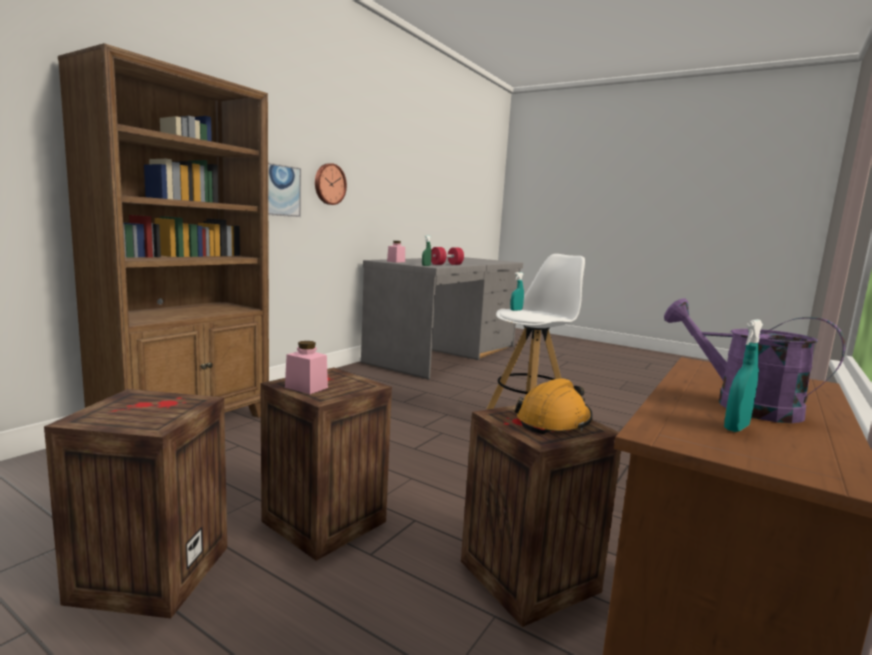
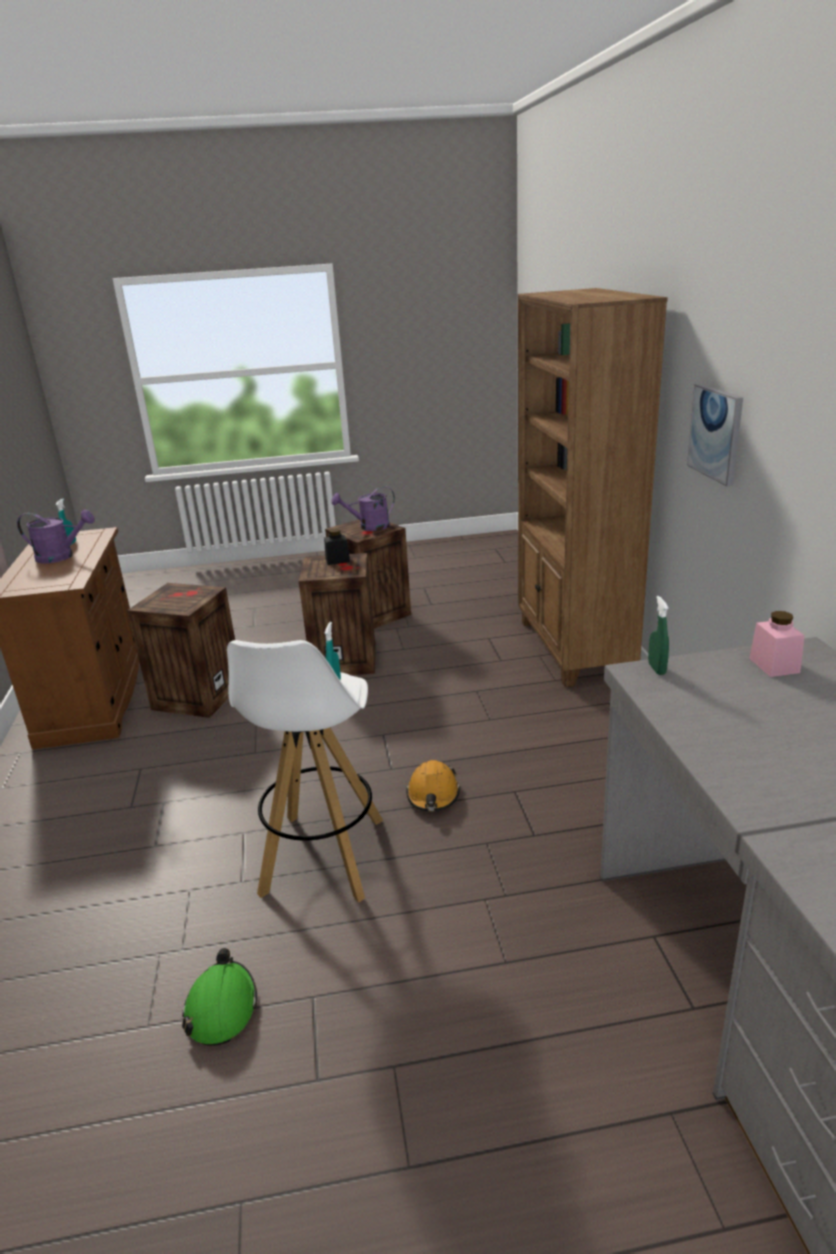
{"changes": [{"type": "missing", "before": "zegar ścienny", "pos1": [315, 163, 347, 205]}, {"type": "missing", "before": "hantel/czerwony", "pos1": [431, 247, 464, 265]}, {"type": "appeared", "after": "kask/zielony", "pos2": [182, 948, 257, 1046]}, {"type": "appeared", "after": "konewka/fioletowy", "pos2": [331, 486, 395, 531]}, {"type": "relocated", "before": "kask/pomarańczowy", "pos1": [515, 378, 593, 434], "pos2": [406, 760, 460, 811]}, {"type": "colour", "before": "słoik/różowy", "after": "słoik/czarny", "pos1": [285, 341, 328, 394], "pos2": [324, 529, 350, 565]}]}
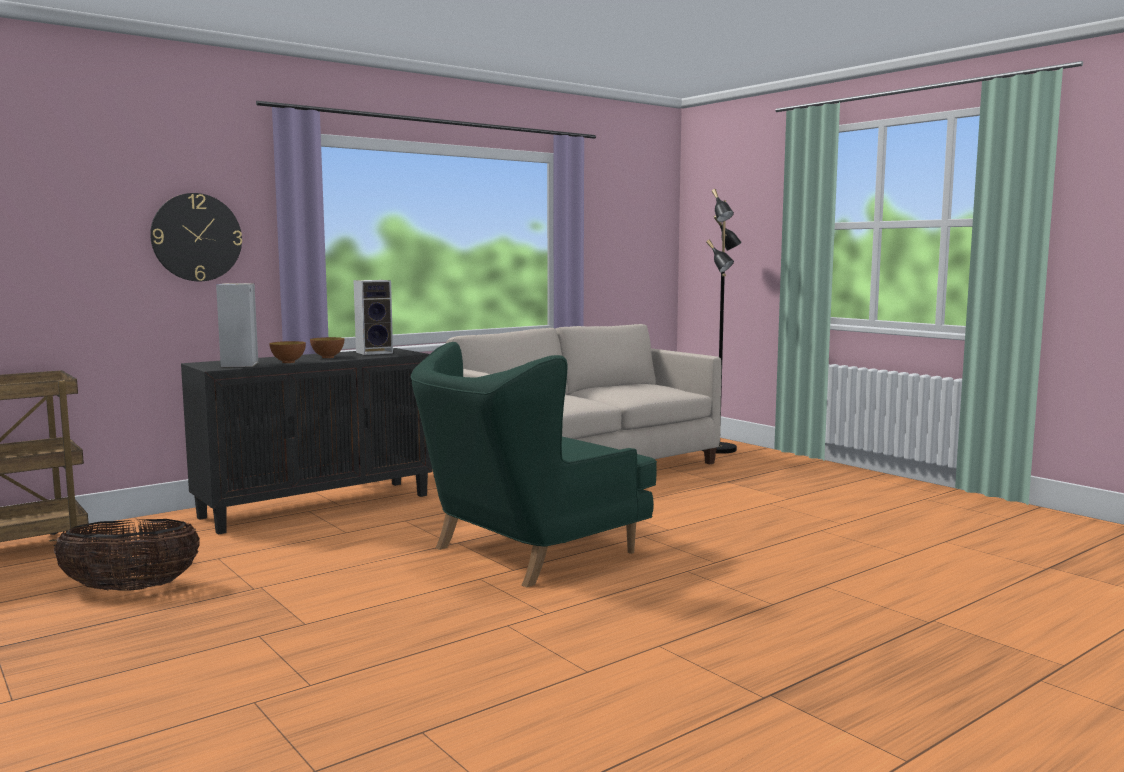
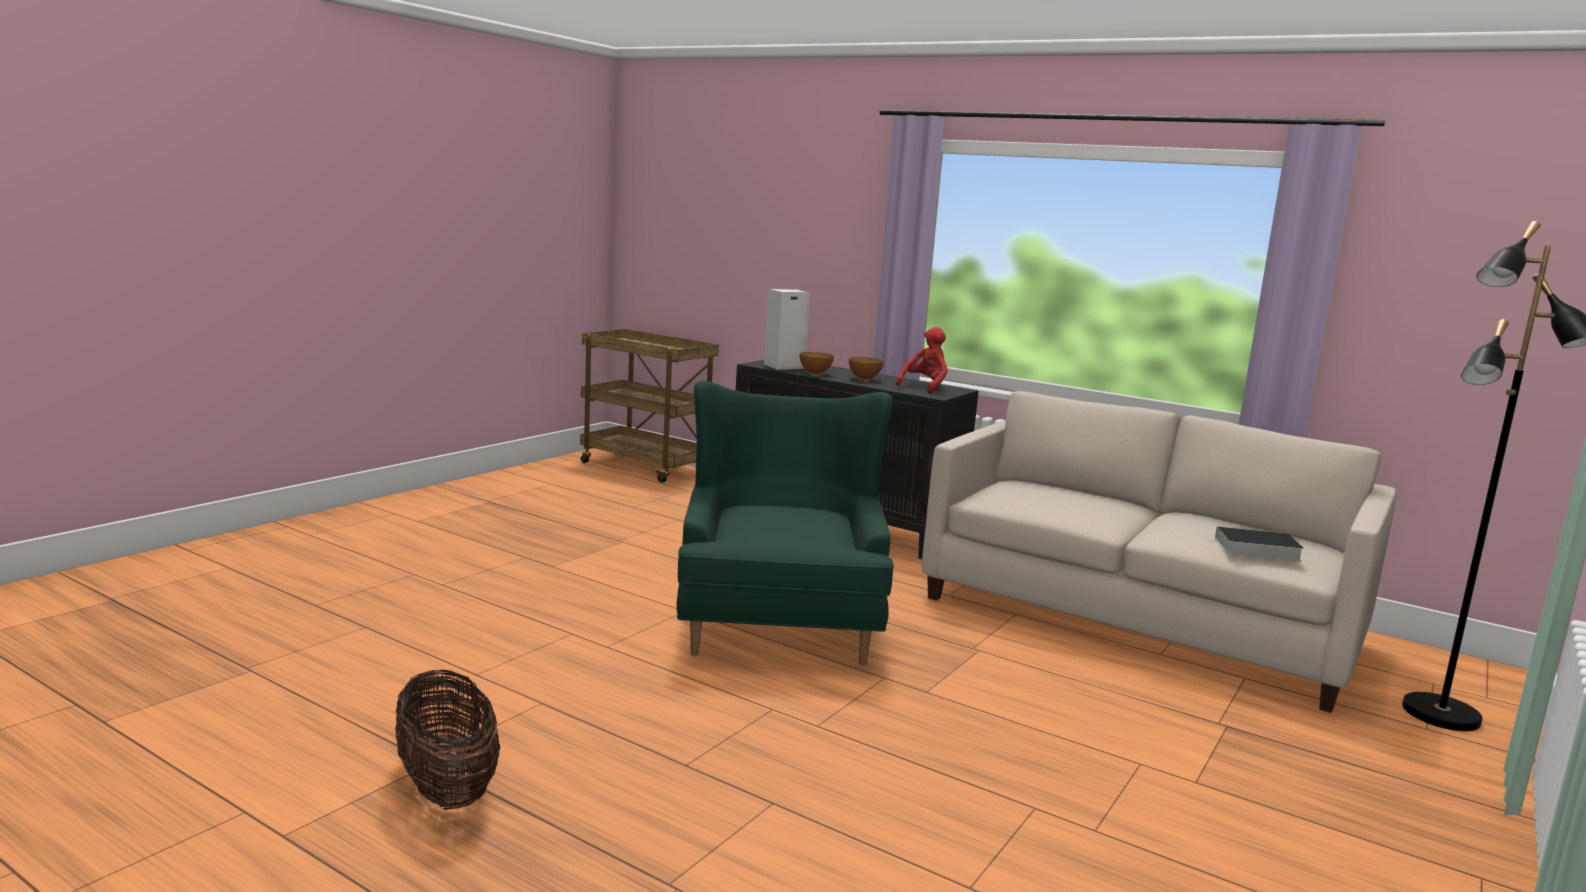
{"changes": [{"type": "missing", "before": "zegar ścienny", "pos1": [150, 193, 242, 281]}, {"type": "appeared", "after": "książka", "pos2": [1202, 526, 1304, 561]}, {"type": "relocated", "before": "koszyk", "pos1": [54, 519, 200, 591], "pos2": [395, 670, 501, 810]}, {"type": "exchanged", "before": "głośnik", "after": "pluszak/czerwony", "pos1": [354, 280, 393, 355], "pos2": [896, 327, 948, 393]}, {"type": "spun", "before": "fotel/zielony", "pos1": [411, 342, 657, 588], "pos2": [677, 381, 894, 665], "turn": 60}]}
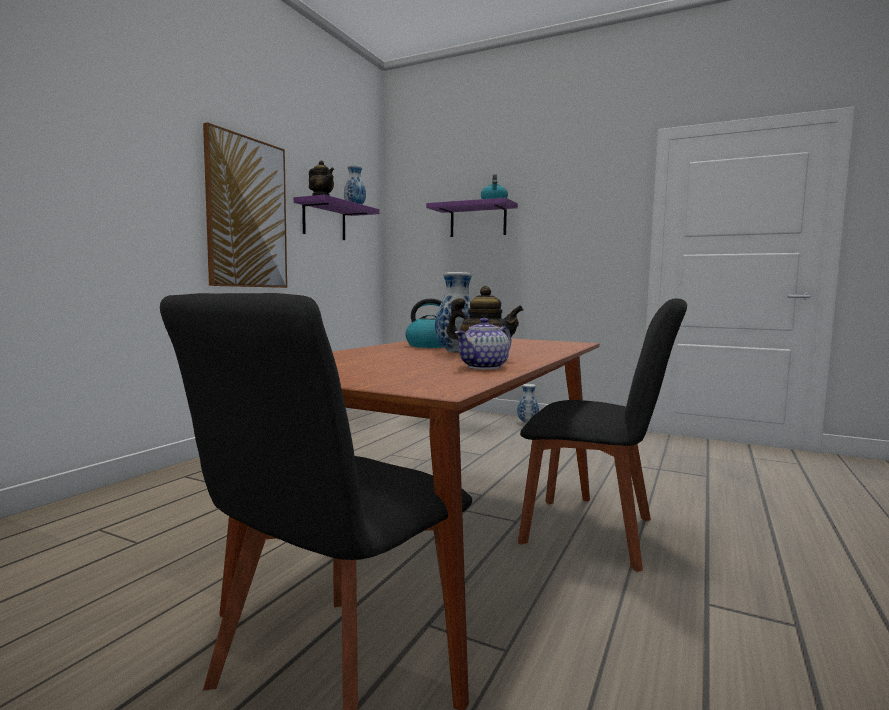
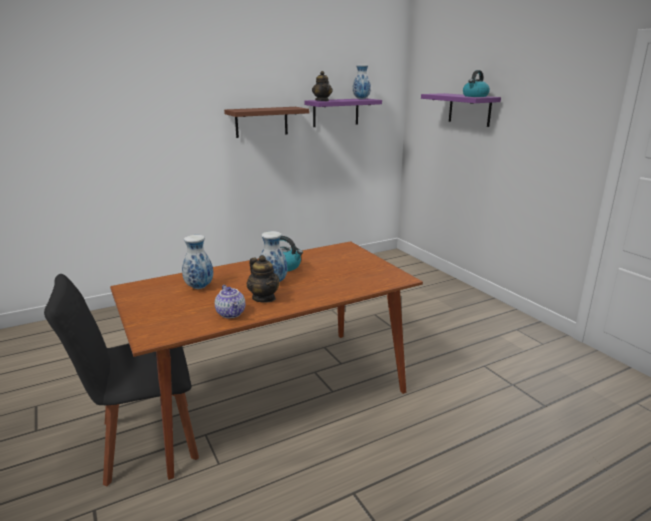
{"changes": [{"type": "missing", "before": "krzesło/czarny", "pos1": [518, 298, 687, 572]}, {"type": "relocated", "before": "wazon", "pos1": [517, 384, 539, 423], "pos2": [182, 235, 213, 289]}, {"type": "exchanged", "before": "obraz", "after": "półka/brązowy", "pos1": [203, 122, 287, 288], "pos2": [224, 107, 309, 138]}, {"type": "spun", "before": "imbryk", "pos1": [455, 318, 511, 369], "pos2": [215, 285, 245, 318], "turn": -105}]}
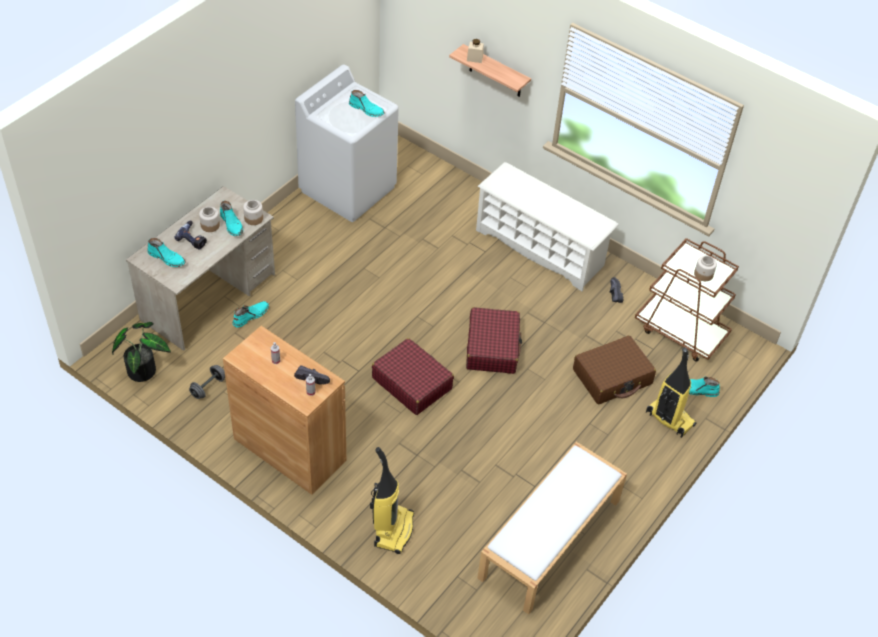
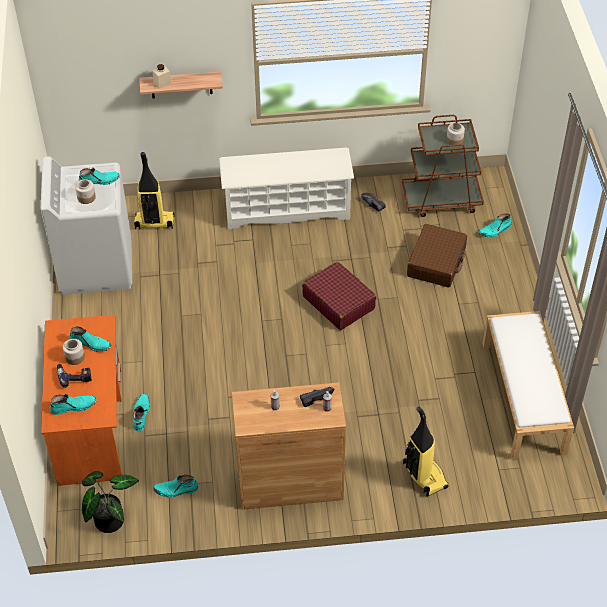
{"changes": [{"type": "missing", "before": "walizka/czerwony", "pos1": [372, 338, 454, 415]}, {"type": "relocated", "before": "słoik", "pos1": [243, 200, 263, 225], "pos2": [75, 179, 96, 204]}, {"type": "relocated", "before": "odkurzacz", "pos1": [646, 347, 697, 438], "pos2": [134, 152, 175, 229]}, {"type": "exchanged", "before": "hantel/szary", "after": "but z cholewką/turkusowy", "pos1": [189, 365, 225, 399], "pos2": [153, 475, 198, 498]}, {"type": "colour", "before": "biurko/beżowy", "after": "biurko/pomarańczowy", "pos1": [126, 186, 275, 351], "pos2": [41, 315, 122, 486]}]}
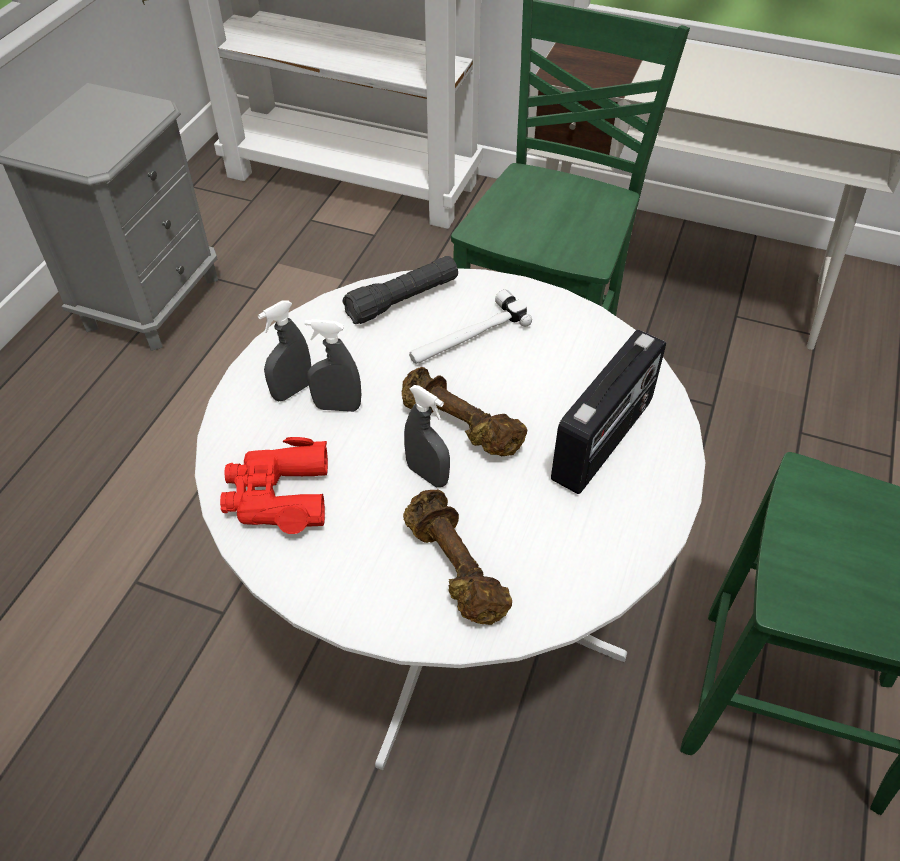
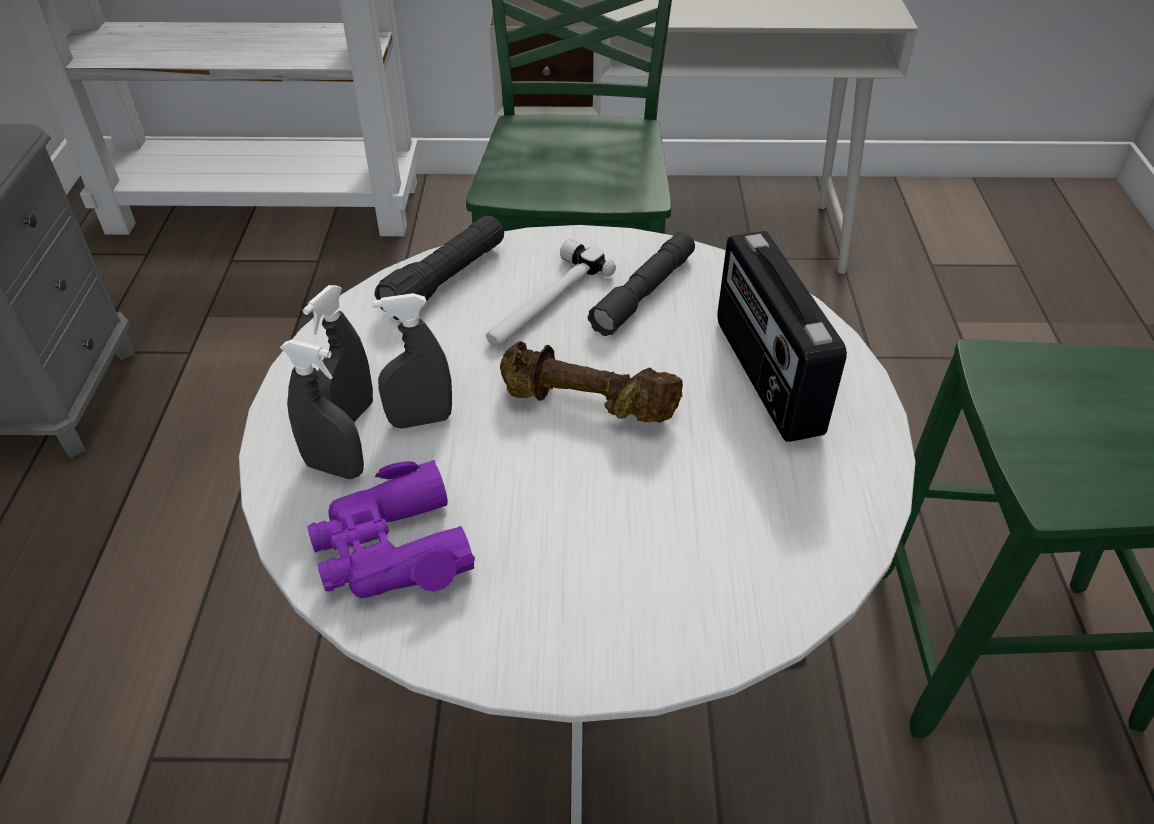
{"changes": [{"type": "missing", "before": "hantel/brązowy", "pos1": [403, 489, 512, 625]}, {"type": "appeared", "after": "latarka/szary", "pos2": [588, 232, 695, 336]}, {"type": "relocated", "before": "spryskiwacz/szary", "pos1": [404, 385, 450, 487], "pos2": [280, 339, 364, 479]}, {"type": "colour", "before": "lornetka/czerwony", "after": "lornetka/fioletowy", "pos1": [220, 437, 328, 534], "pos2": [308, 460, 475, 598]}, {"type": "spun", "before": "radio", "pos1": [551, 329, 666, 494], "pos2": [717, 231, 847, 442], "turn": 150}]}
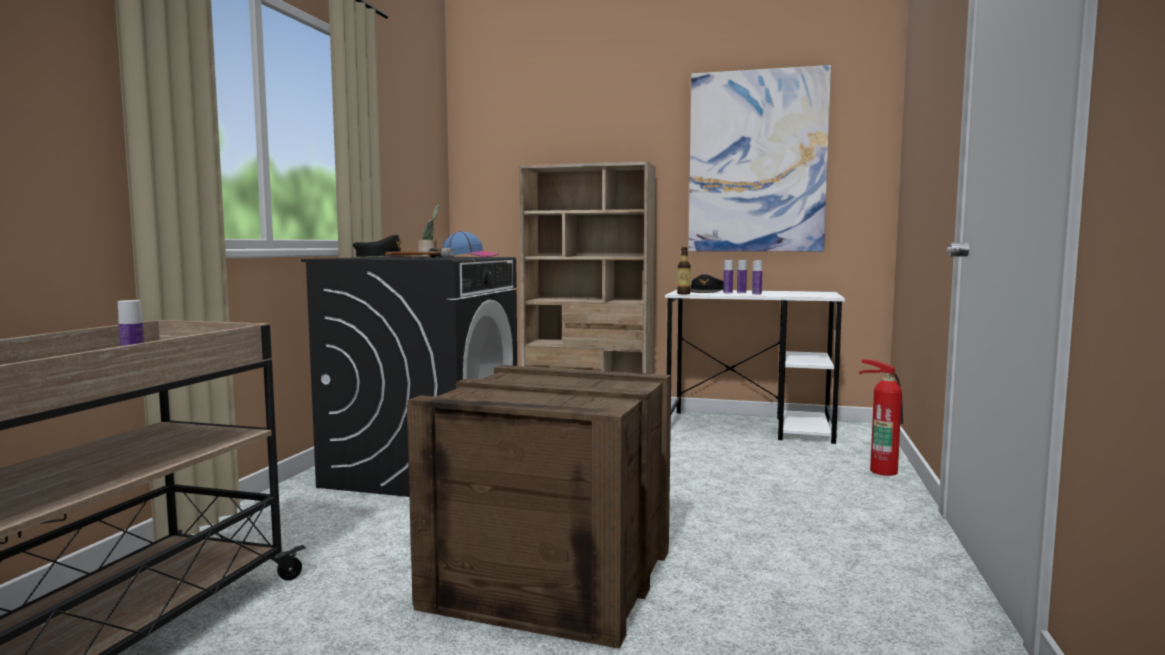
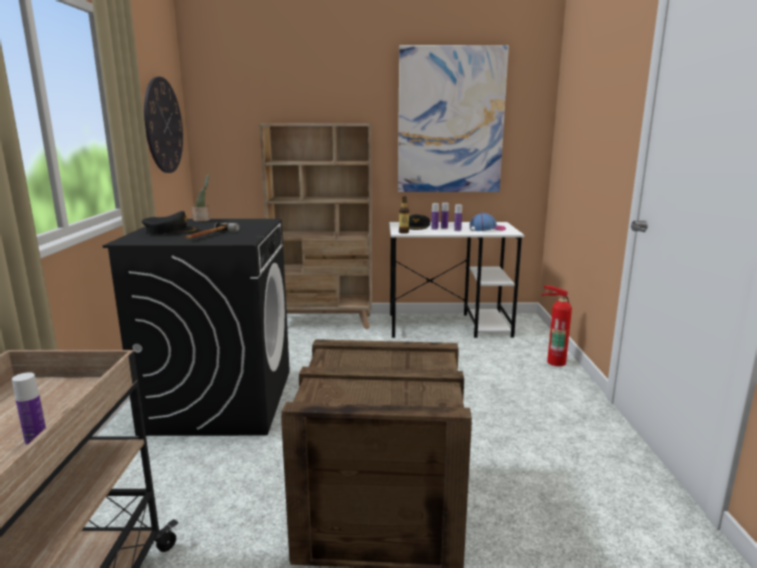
{"changes": [{"type": "appeared", "after": "zegar ścienny", "pos2": [144, 77, 183, 173]}, {"type": "relocated", "before": "czapka z daszkiem", "pos1": [443, 231, 499, 257], "pos2": [470, 213, 506, 231]}]}
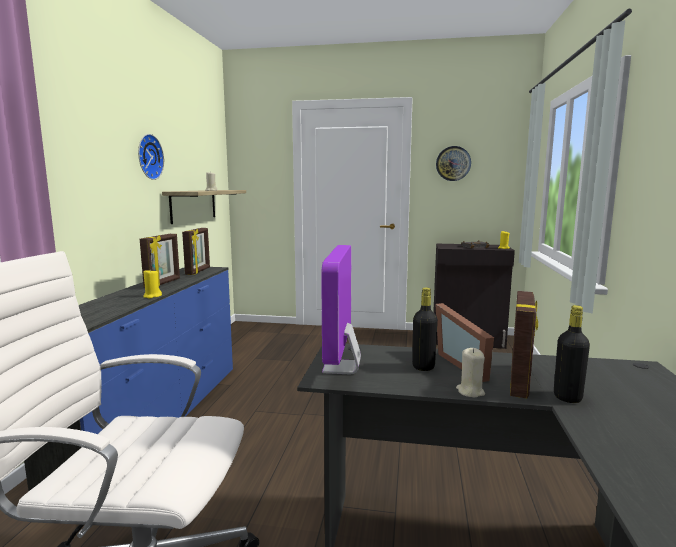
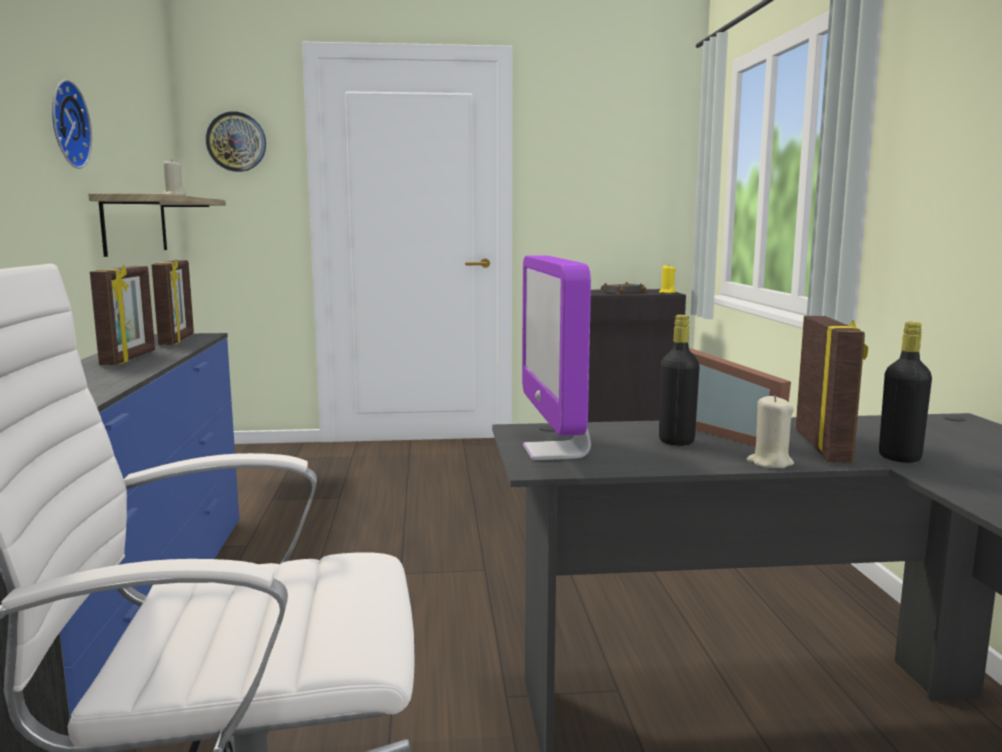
{"changes": [{"type": "missing", "before": "świeca/żółty", "pos1": [143, 269, 162, 299]}, {"type": "relocated", "before": "zegar ścienny", "pos1": [436, 146, 471, 181], "pos2": [206, 111, 266, 172]}]}
